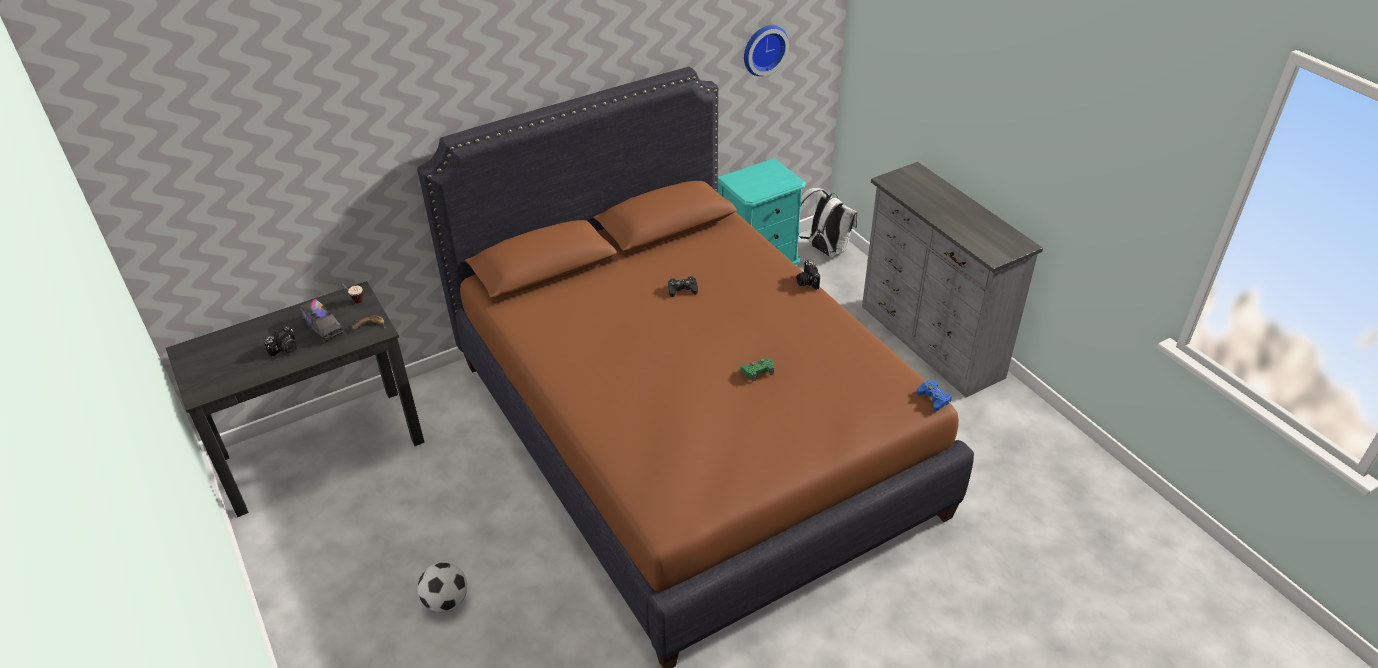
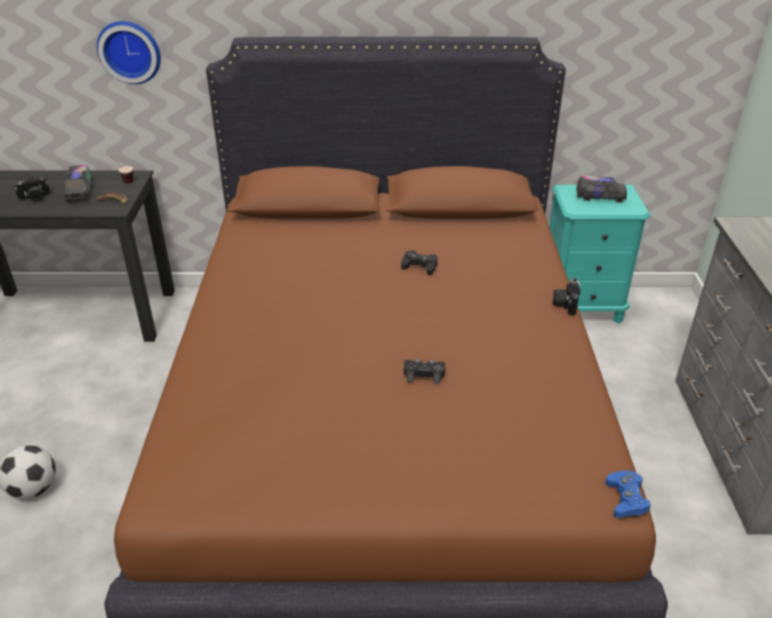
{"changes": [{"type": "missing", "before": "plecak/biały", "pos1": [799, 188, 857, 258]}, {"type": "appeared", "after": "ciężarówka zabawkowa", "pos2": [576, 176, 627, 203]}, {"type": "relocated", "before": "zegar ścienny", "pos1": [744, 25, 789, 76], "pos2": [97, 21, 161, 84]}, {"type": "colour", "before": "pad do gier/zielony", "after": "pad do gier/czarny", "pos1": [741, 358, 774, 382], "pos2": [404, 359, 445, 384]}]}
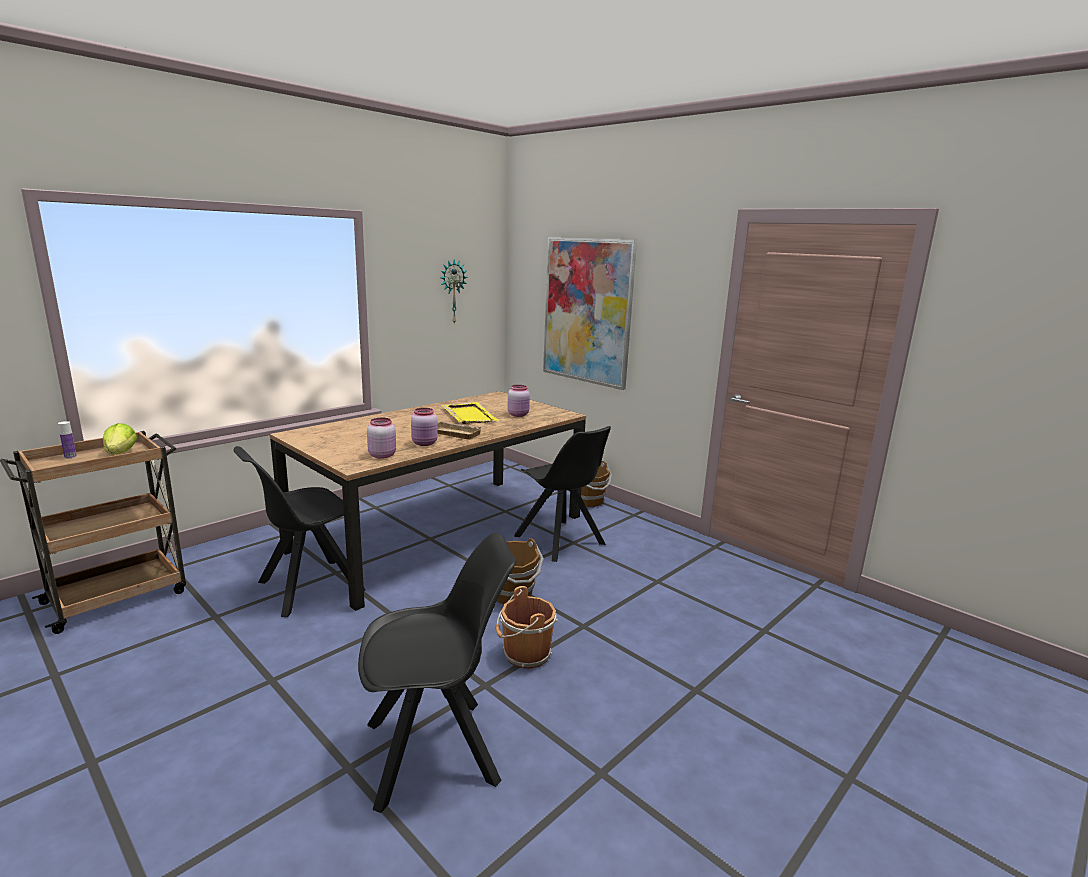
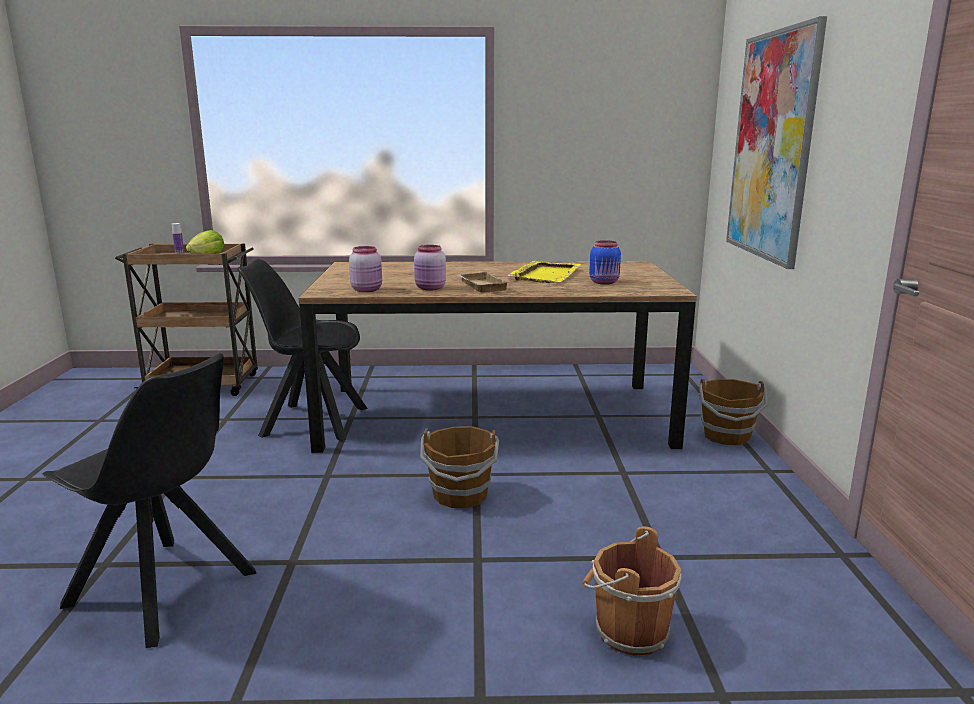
{"changes": [{"type": "missing", "before": "zegar ścienny", "pos1": [440, 260, 468, 325]}, {"type": "missing", "before": "krzesło/czarny", "pos1": [514, 426, 611, 562]}, {"type": "relocated", "before": "wiadro/brązowy", "pos1": [495, 586, 558, 669], "pos2": [582, 526, 681, 656]}, {"type": "colour", "before": "słoik/różowy", "after": "słoik/niebieski", "pos1": [508, 385, 530, 417], "pos2": [589, 240, 621, 285]}]}
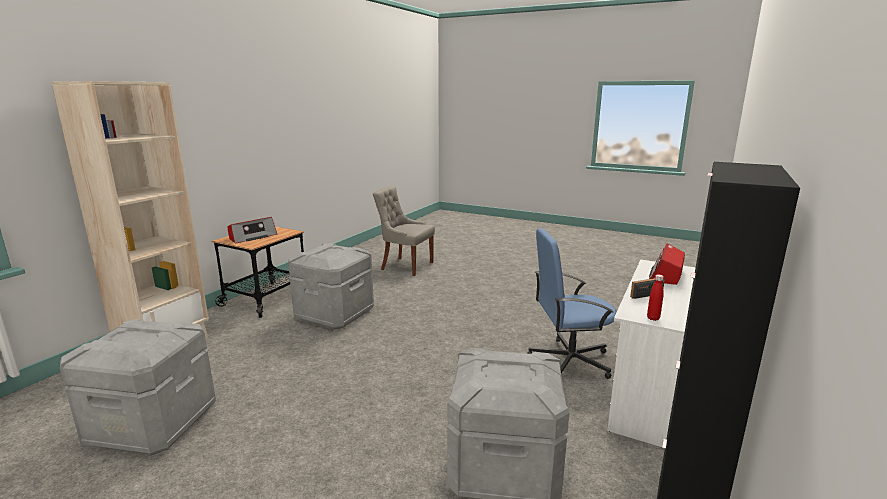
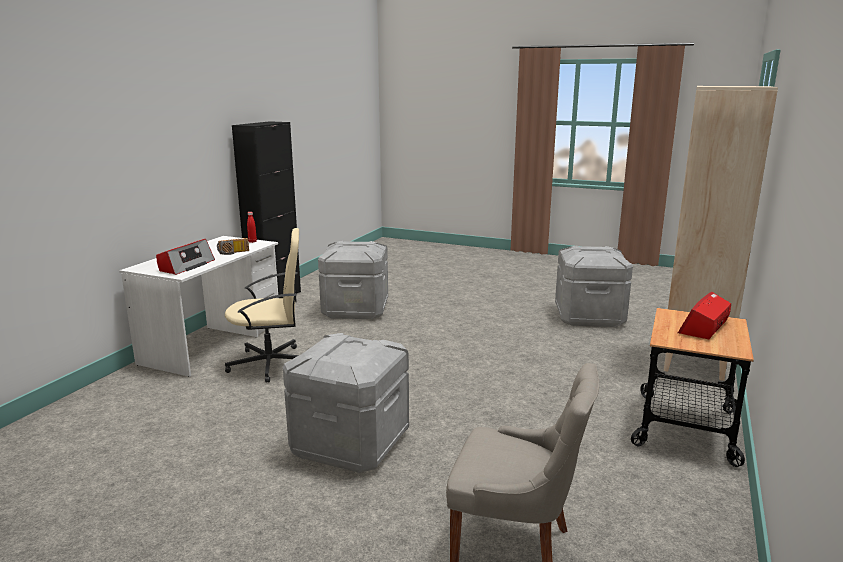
{"changes": [{"type": "relocated", "before": "pojemnik do przechowywania/szary", "pos1": [288, 243, 374, 330], "pos2": [283, 333, 409, 473]}, {"type": "colour", "before": "krzesło biurowe/niebieski", "after": "krzesło biurowe/beżowy", "pos1": [527, 228, 616, 379], "pos2": [225, 228, 299, 383]}]}
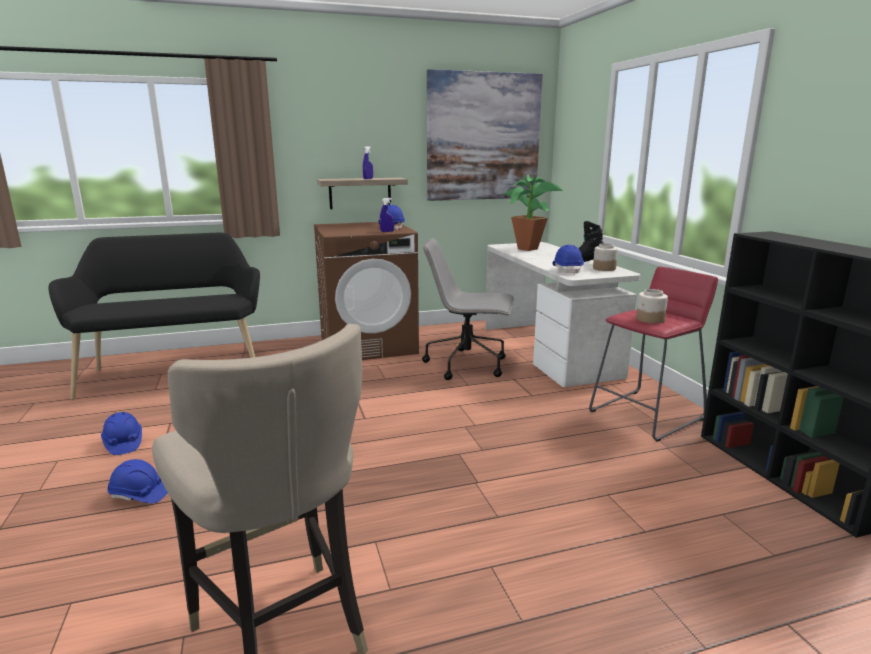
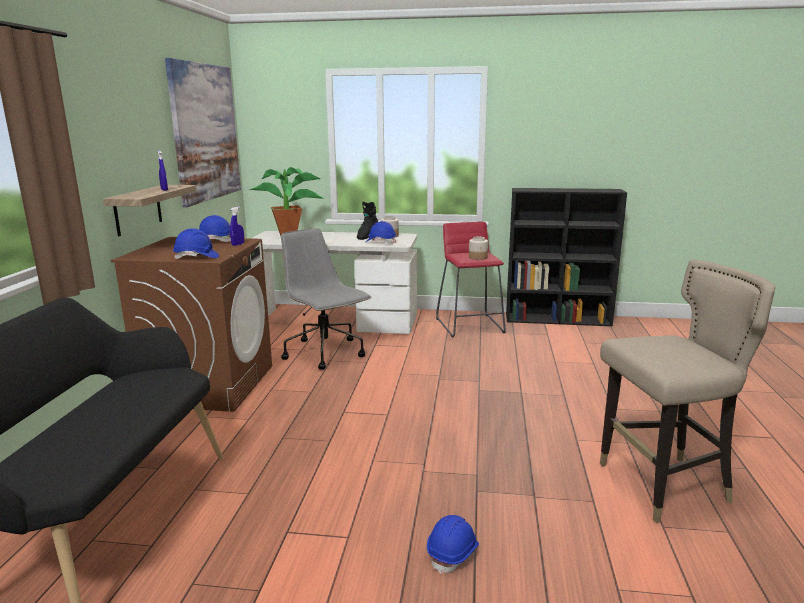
{"changes": [{"type": "relocated", "before": "kask/niebieski", "pos1": [101, 412, 142, 455], "pos2": [173, 228, 219, 259]}, {"type": "spun", "before": "krzesło biurowe/szary", "pos1": [422, 238, 514, 380], "pos2": [281, 228, 371, 370], "turn": 105}]}
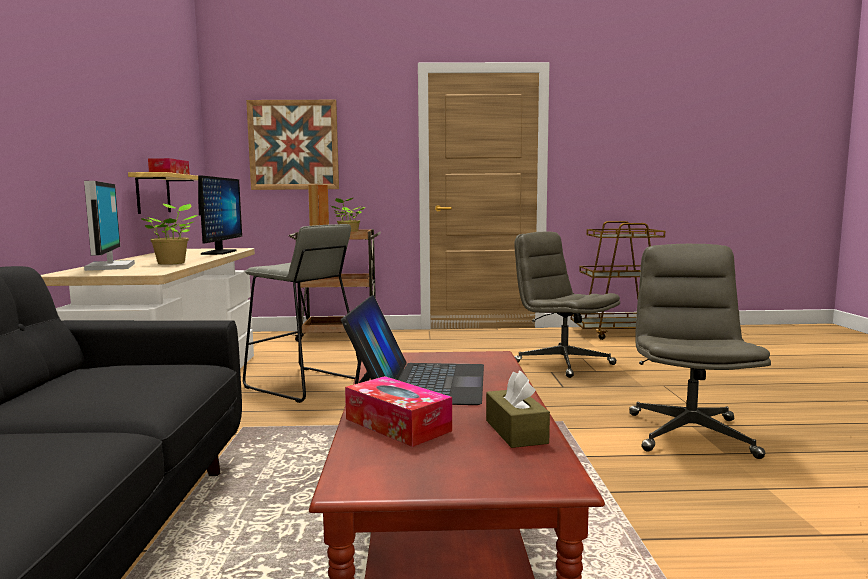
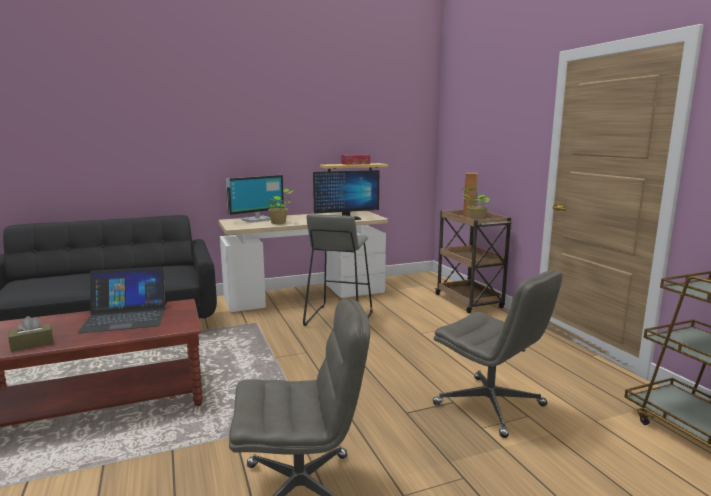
{"changes": [{"type": "missing", "before": "obraz", "pos1": [246, 100, 339, 190]}, {"type": "missing", "before": "pudełko chusteczek", "pos1": [345, 376, 452, 447]}, {"type": "spun", "before": "krzesło biurowe/szary", "pos1": [514, 231, 620, 378], "pos2": [433, 269, 563, 438], "turn": 105}]}
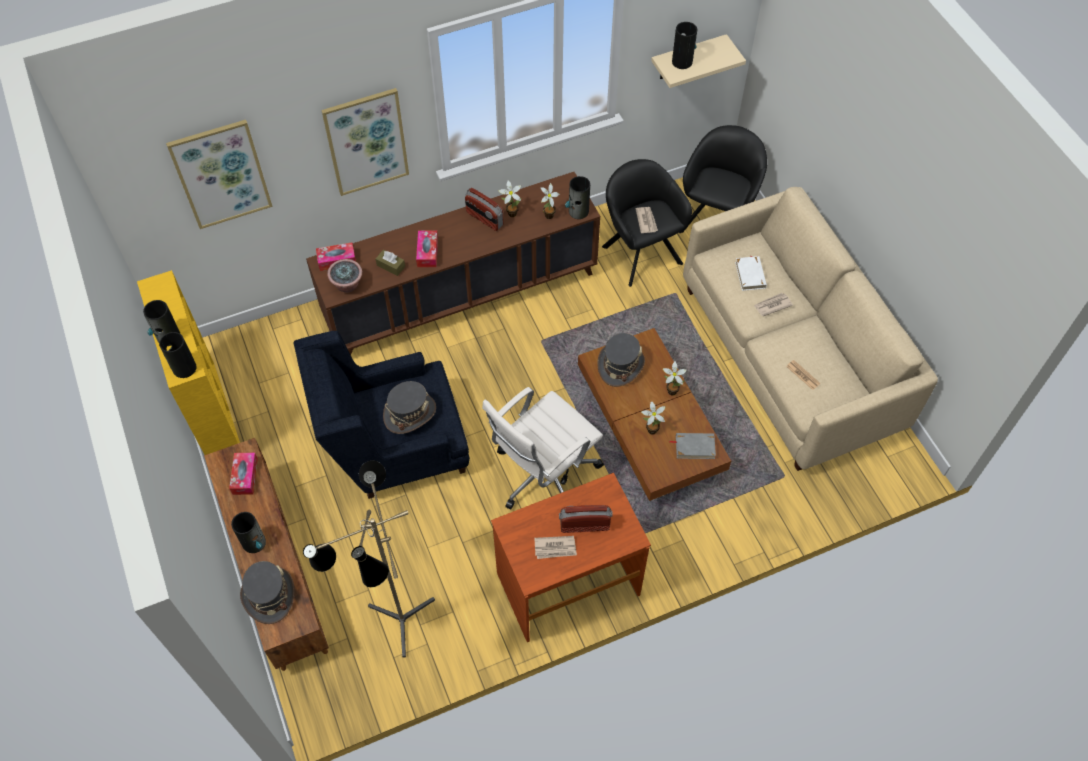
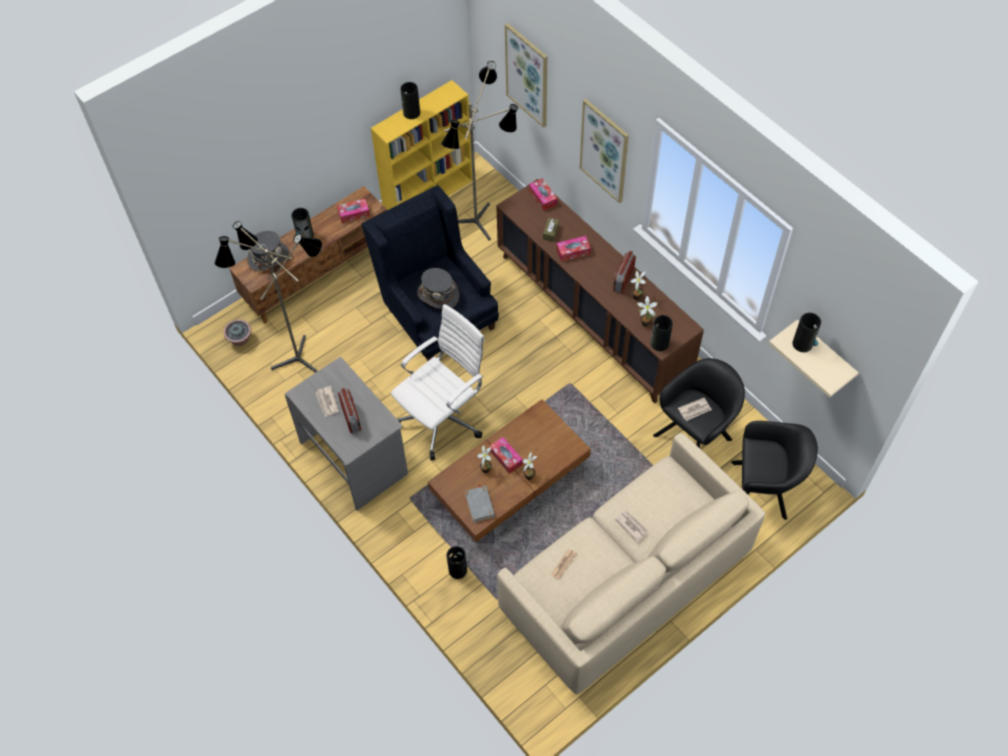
{"changes": [{"type": "missing", "before": "kapelusz/szary", "pos1": [597, 333, 645, 387]}, {"type": "missing", "before": "książka/biały", "pos1": [735, 256, 767, 291]}, {"type": "appeared", "after": "lampa stojąca", "pos2": [441, 61, 518, 241]}, {"type": "appeared", "after": "pudełko chusteczek", "pos2": [489, 437, 523, 474]}, {"type": "relocated", "before": "wazon", "pos1": [159, 332, 197, 378], "pos2": [447, 546, 467, 579]}, {"type": "relocated", "before": "roślina doniczkowa", "pos1": [327, 259, 362, 293], "pos2": [224, 319, 251, 346]}, {"type": "colour", "before": "biurko/brązowy", "after": "biurko/szary", "pos1": [491, 473, 651, 642], "pos2": [285, 357, 408, 511]}, {"type": "spun", "before": "krzesło biurowe/biały", "pos1": [482, 387, 604, 510], "pos2": [391, 304, 485, 460], "turn": 105}]}
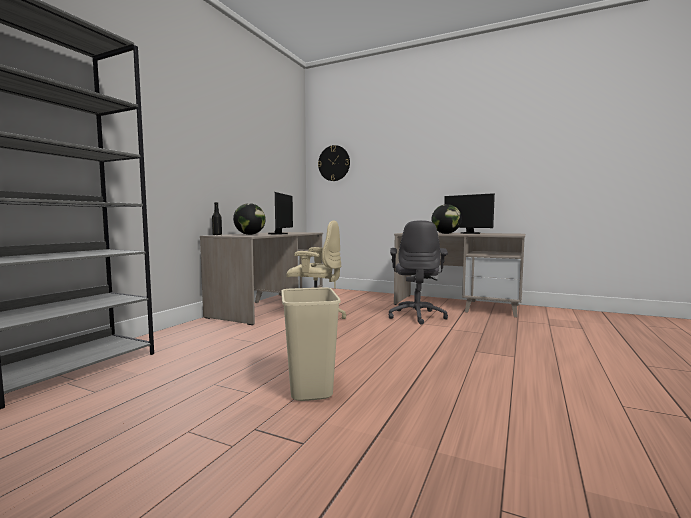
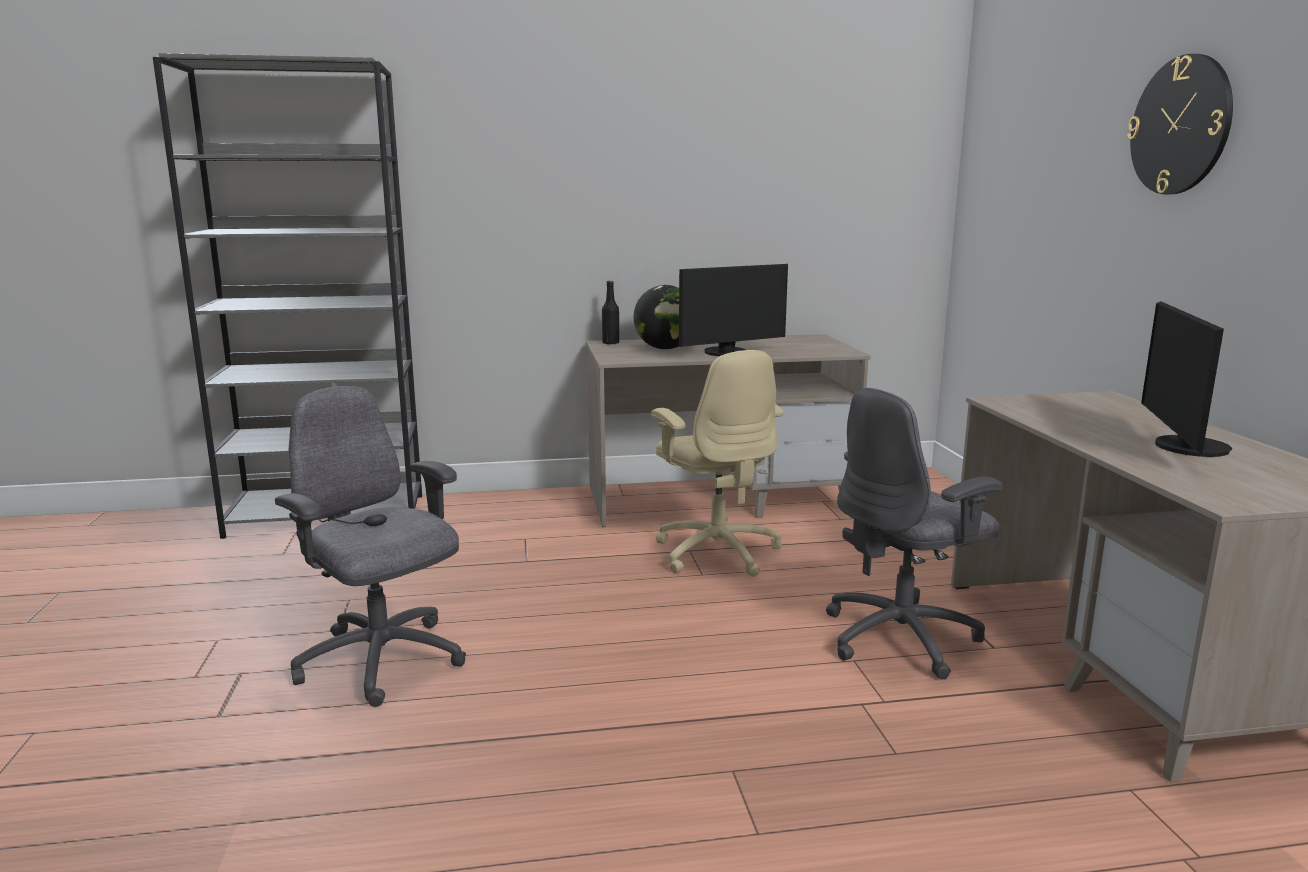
{"changes": [{"type": "missing", "before": "globus", "pos1": [431, 204, 462, 234]}, {"type": "relocated", "before": "zegar ścienny", "pos1": [318, 145, 350, 181], "pos2": [1127, 54, 1233, 194]}, {"type": "exchanged", "before": "kosz na śmieci/beżowy", "after": "krzesło biurowe/szary", "pos1": [281, 288, 341, 401], "pos2": [275, 386, 466, 707]}]}
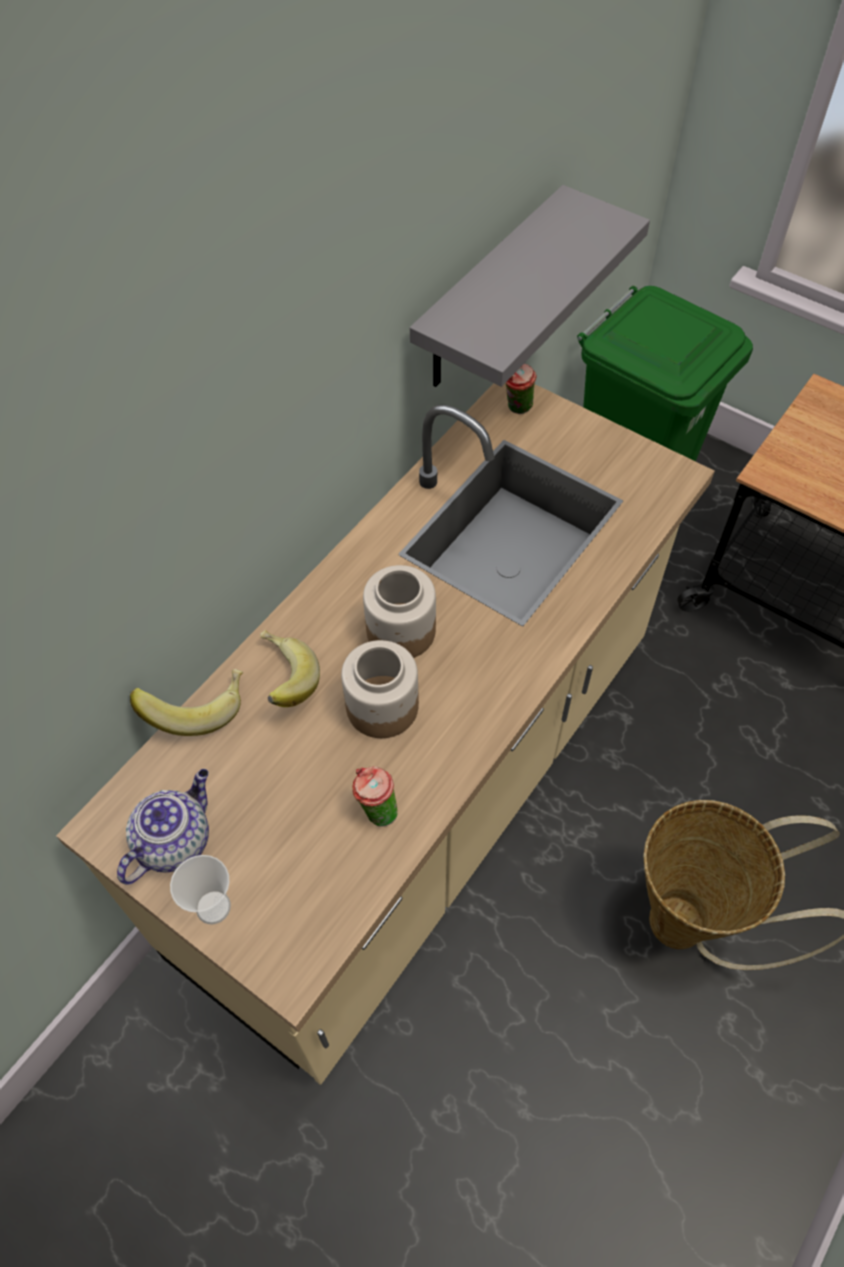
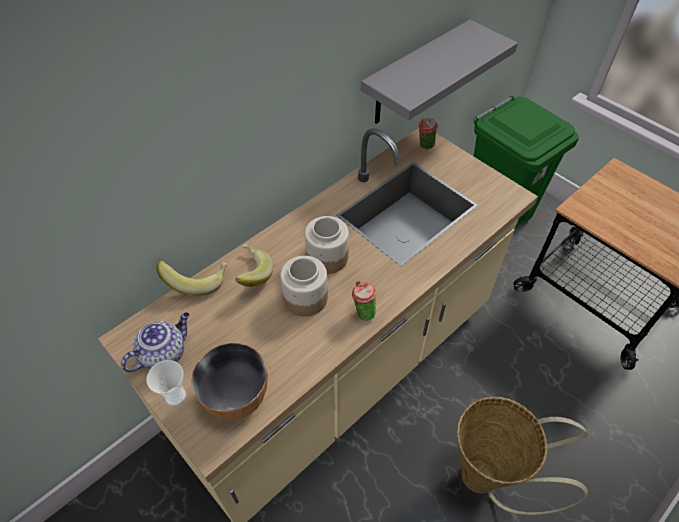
{"changes": [{"type": "appeared", "after": "miska", "pos2": [191, 343, 268, 420]}, {"type": "relocated", "before": "filiżanka", "pos1": [353, 766, 398, 827], "pos2": [352, 281, 376, 321]}]}
